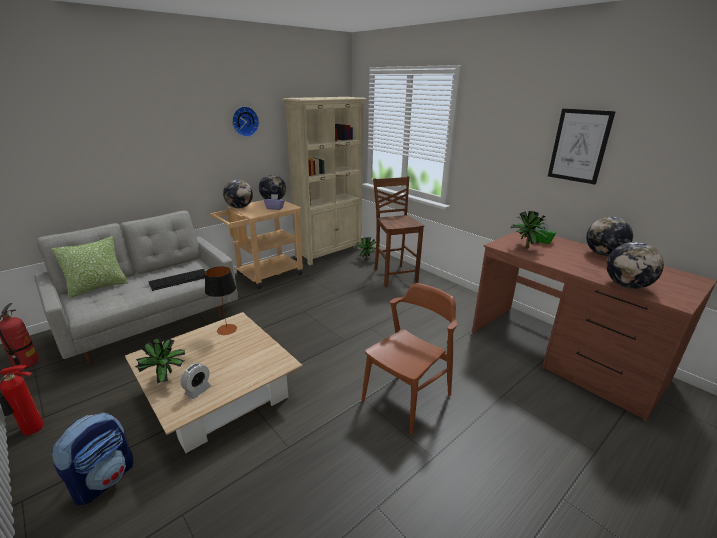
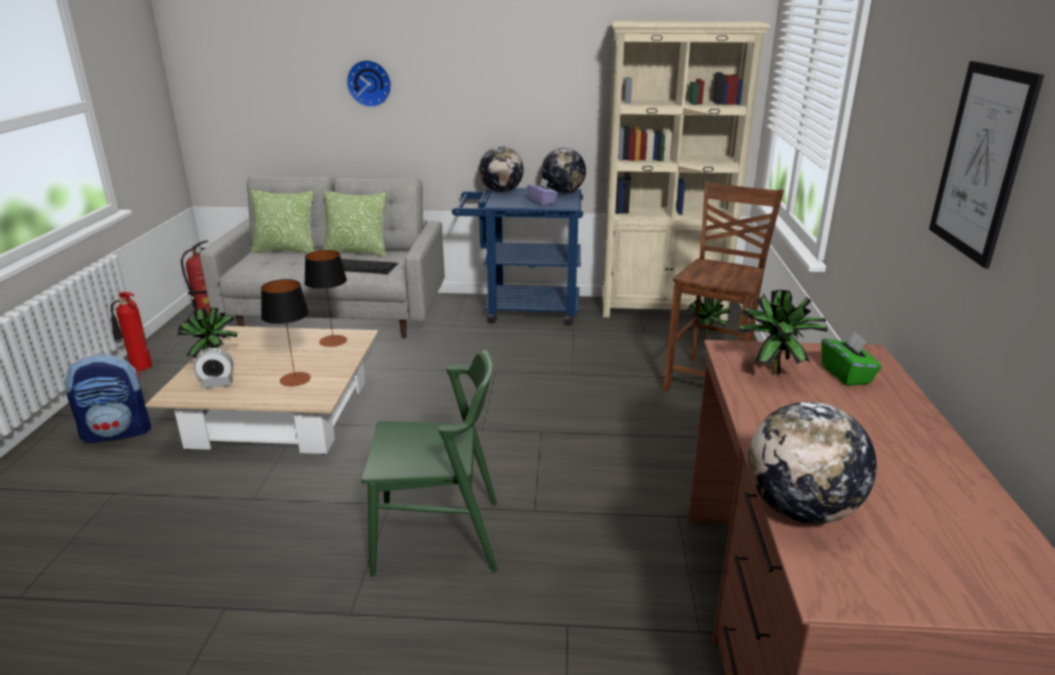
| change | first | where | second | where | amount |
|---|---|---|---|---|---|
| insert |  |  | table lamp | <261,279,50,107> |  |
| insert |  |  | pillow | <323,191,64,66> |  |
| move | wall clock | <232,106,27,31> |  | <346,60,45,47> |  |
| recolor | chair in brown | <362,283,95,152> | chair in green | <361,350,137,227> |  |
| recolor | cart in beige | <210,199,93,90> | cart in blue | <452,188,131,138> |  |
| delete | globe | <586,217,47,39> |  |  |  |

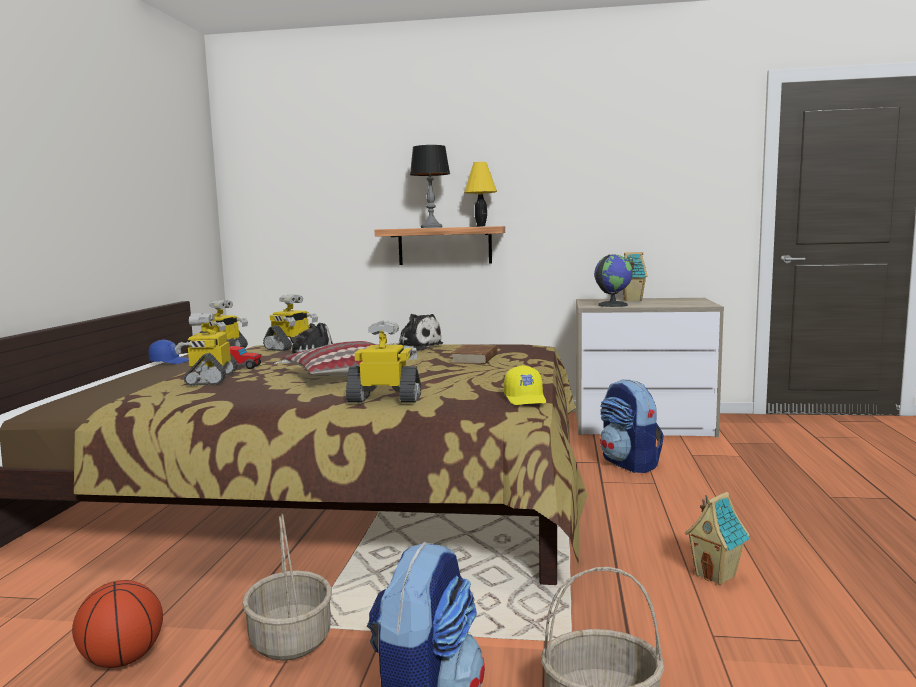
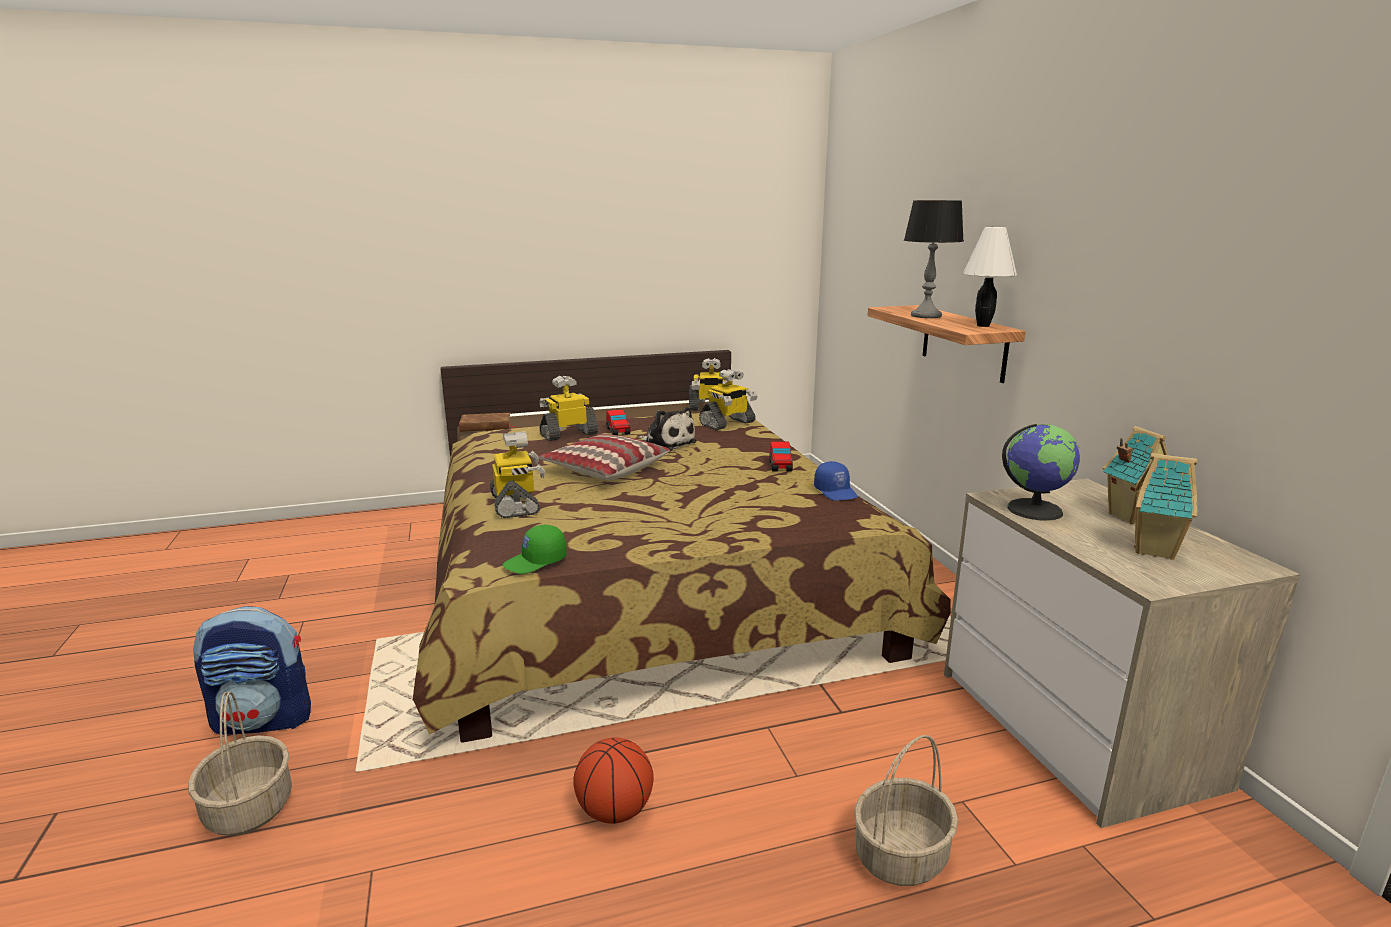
| change | first | where | second | where | amount |
|---|---|---|---|---|---|
| move | book in brown | <450,345,47,19> |  | <459,413,57,19> |  |
| recolor | cap in yellow | <504,365,42,40> | cap in green | <503,525,64,49> |  |
| move | basketball | <72,580,91,88> |  | <573,737,81,87> |  |
| rotate | toy robot | <263,294,55,57> |  | <699,369,59,61> | 45 degrees counterclockwise |
| replace | plush toy | <389,314,54,36> | toy car | <769,441,24,31> |  |
| move | cap in blue | <148,339,41,25> |  | <814,461,44,40> |  |
| move | basket | <242,514,90,147> |  | <854,735,104,151> |  |
| recolor | table lamp in yellow | <464,162,33,65> | table lamp in white | <963,227,54,100> |  |
| move | toy house | <685,492,65,93> |  | <1134,453,63,107> |  |
| delete | backpack | <600,379,64,94> |  |  |  |

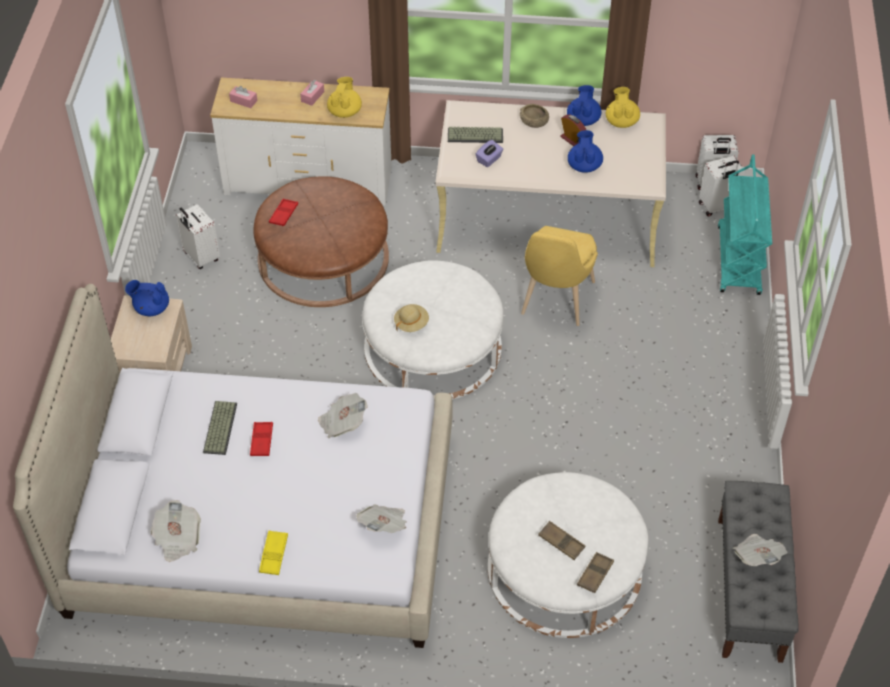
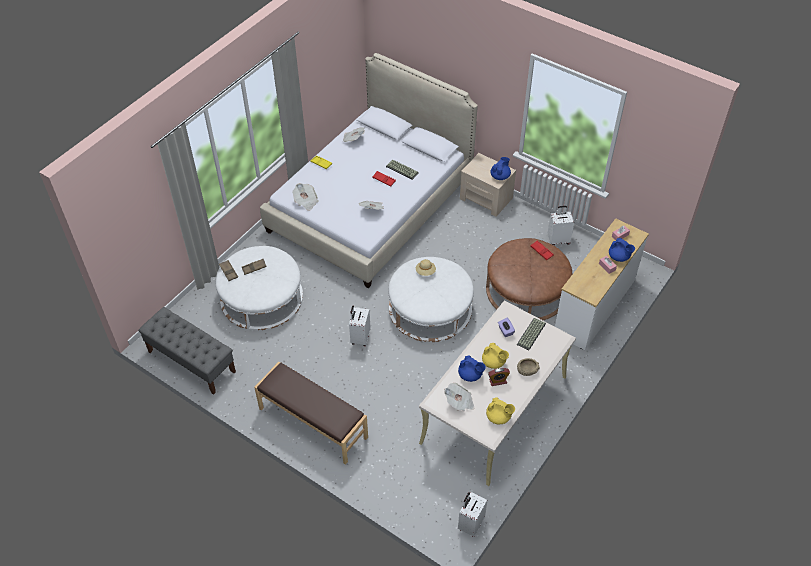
| change | first | where | second | where | amount |
|---|---|---|---|---|---|
| insert |  |  | bench in brown | <254,362,114,103> |  |
| move | suitcase in white | <699,156,47,61> |  | <349,305,21,41> |  |
| move | newspaper | <733,534,54,32> |  | <444,383,31,28> |  |
| move | teapot in yellow | <327,77,35,41> |  | <482,343,27,26> |  |
| move | teapot in blue | <567,85,35,41> |  | <609,238,26,24> |  |
| delete | chair in yellow | <521,226,77,100> |  |  |  |
| delete | cart in turquoise | <718,154,54,141> |  |  |  |

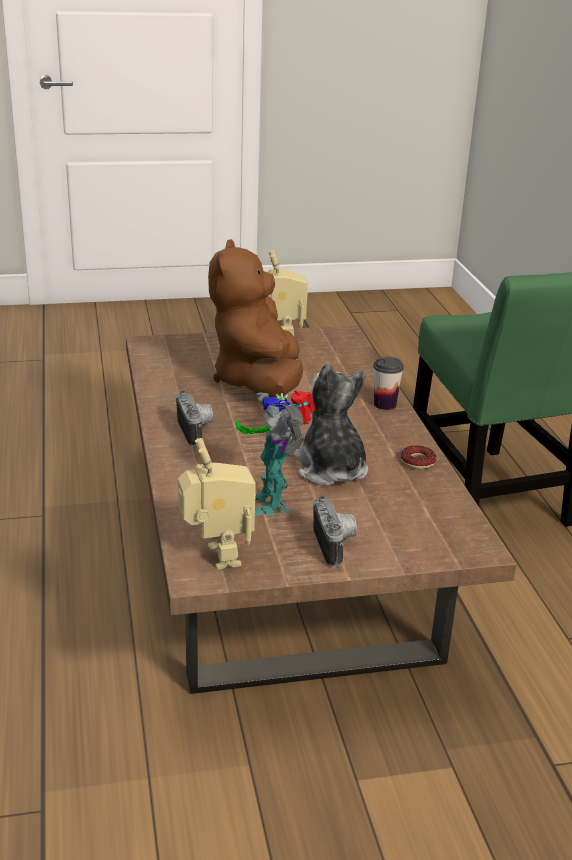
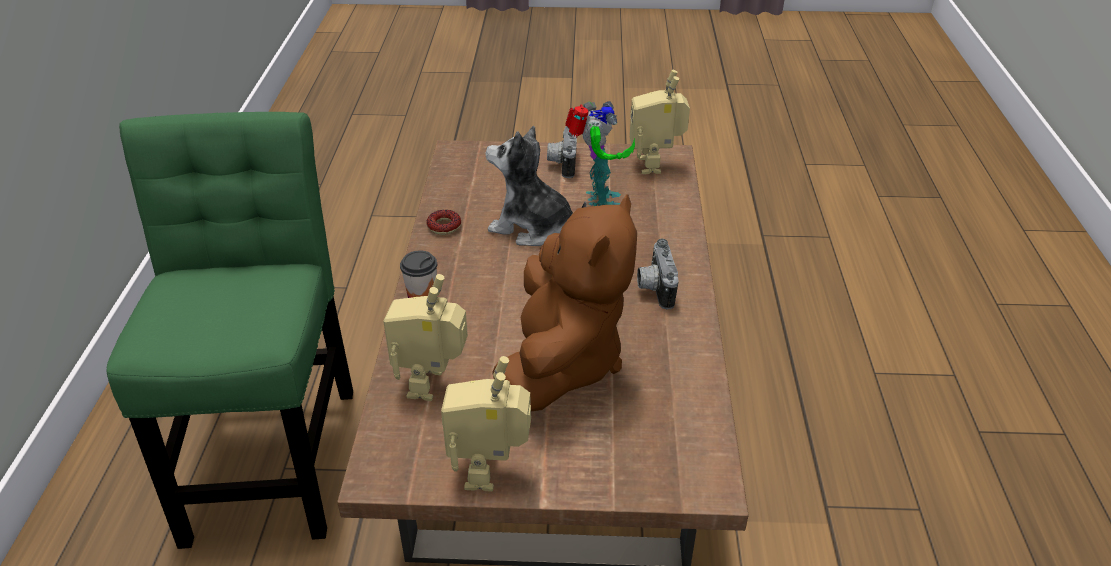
| change | first | where | second | where | amount |
|---|---|---|---|---|---|
| insert |  |  | toy robot | <383,274,85,127> |  |
| rotate | plush toy | <293,362,75,124> |  | <485,126,102,120> | 120 degrees clockwise |

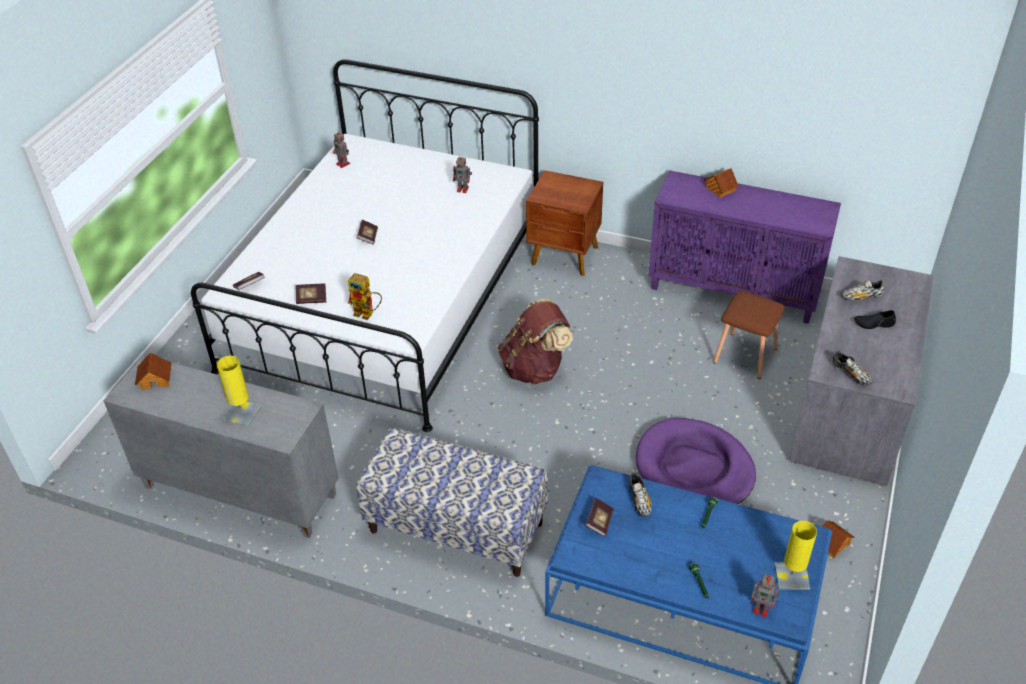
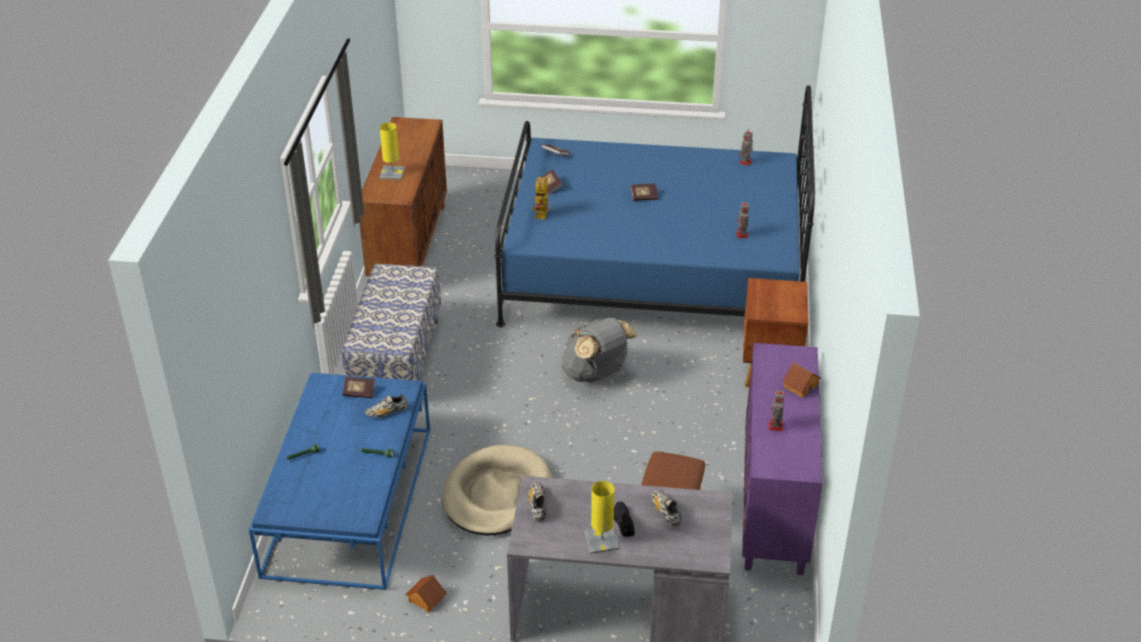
| change | first | where | second | where | amount |
|---|---|---|---|---|---|
| recolor | cabinet in grey | <104,355,235,183> | cabinet in brown | <359,117,88,159> |  |
| recolor | dog bed in purple | <636,418,120,86> | dog bed in beige | <442,445,110,90> |  |
| recolor | bed in white | <191,59,348,373> | bed in blue | <495,85,320,242> |  |
| rotate | shoe | <832,351,40,34> |  | <528,482,19,39> | 135 degrees clockwise |
| recolor | backpack in brown | <498,299,75,86> | backpack in grey | <561,318,76,65> |  |
| move | table lamp in yellow | <775,521,42,69> |  | <585,481,35,73> |  |
| move | toy robot | <751,574,29,43> |  | <768,388,16,43> |  |
| delete | toy house | <135,352,36,38> |  |  |  |

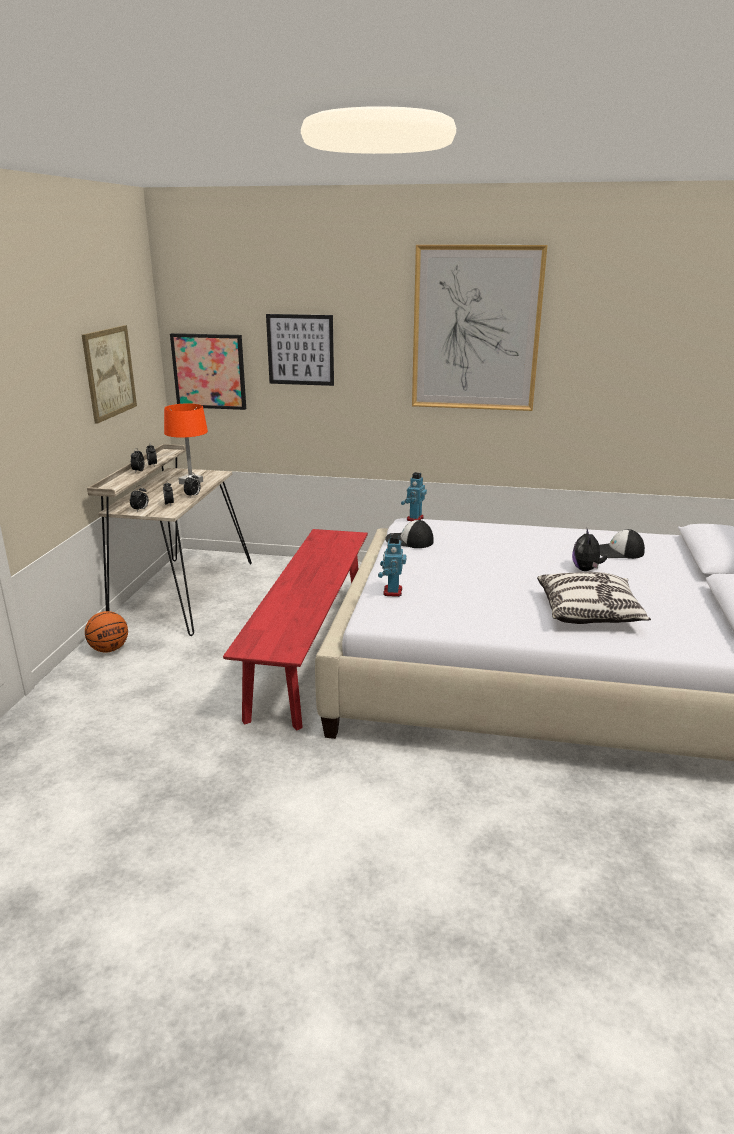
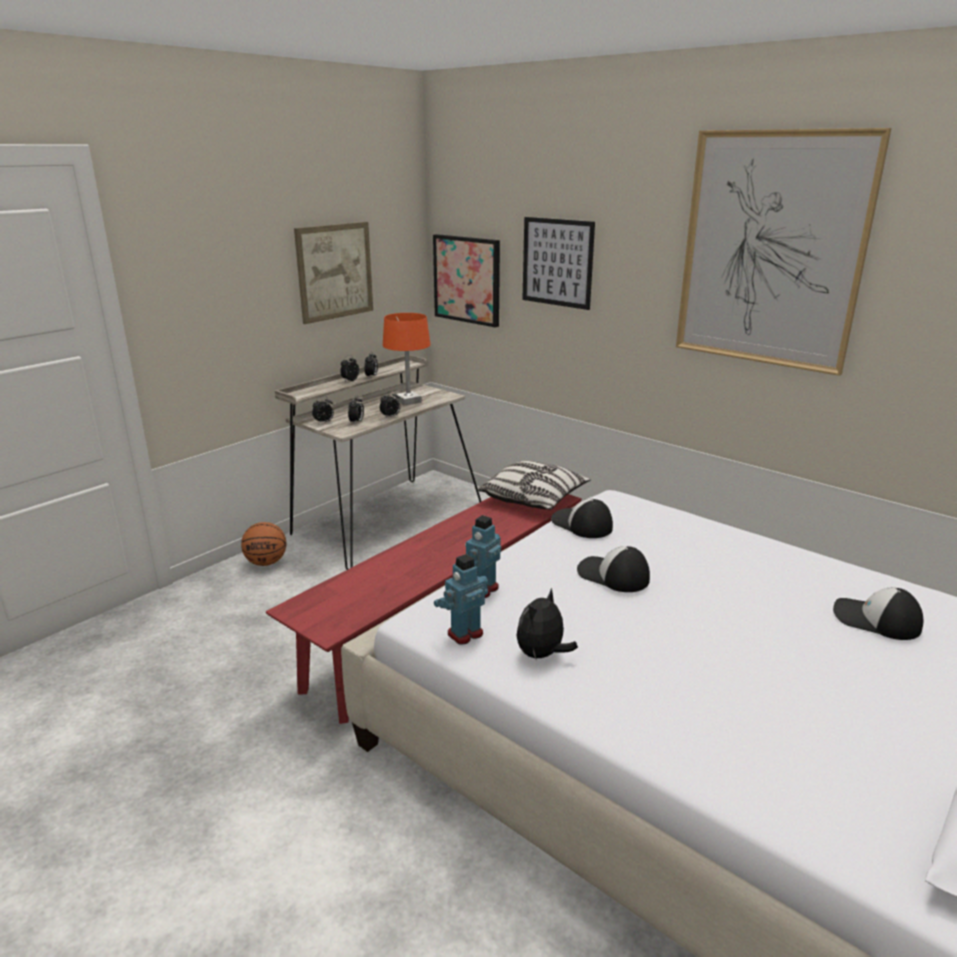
| change | first | where | second | where | amount |
|---|---|---|---|---|---|
| move | toy robot | <401,472,26,49> |  | <434,554,54,91> |  |
| move | pillow | <537,572,114,52> |  | <478,460,113,50> |  |
| move | plush toy | <572,529,35,42> |  | <517,588,61,71> |  |
| insert |  |  | cap | <577,546,73,46> |  |

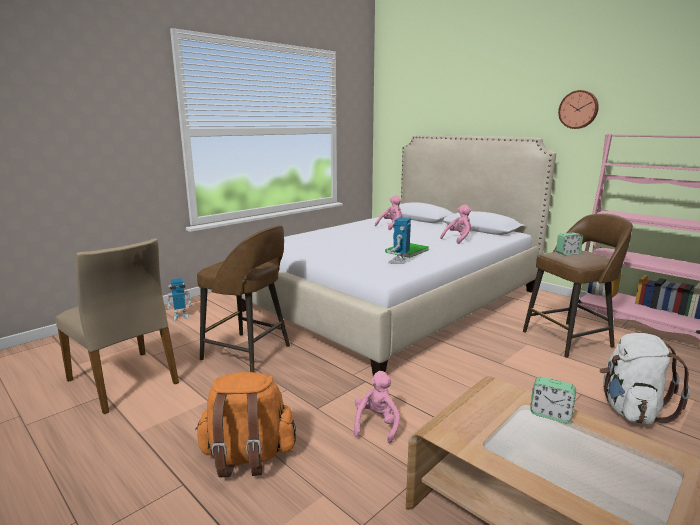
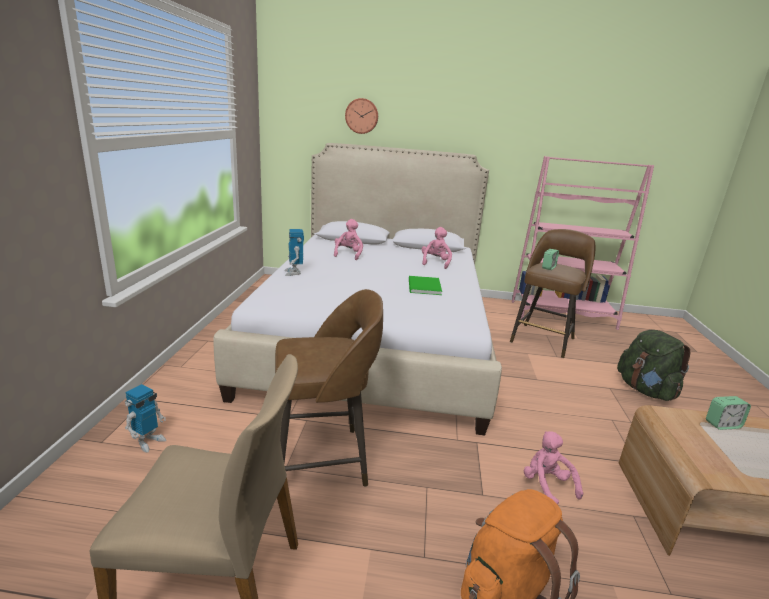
| change | first | where | second | where | amount |
|---|---|---|---|---|---|
| move | toy robot | <388,218,23,46> |  | <284,229,20,47> |  |
| move | wall clock | <558,90,41,39> |  | <345,98,33,36> |  |
| recolor | backpack in white | <599,333,91,91> | backpack in green | <617,330,74,71> |  |

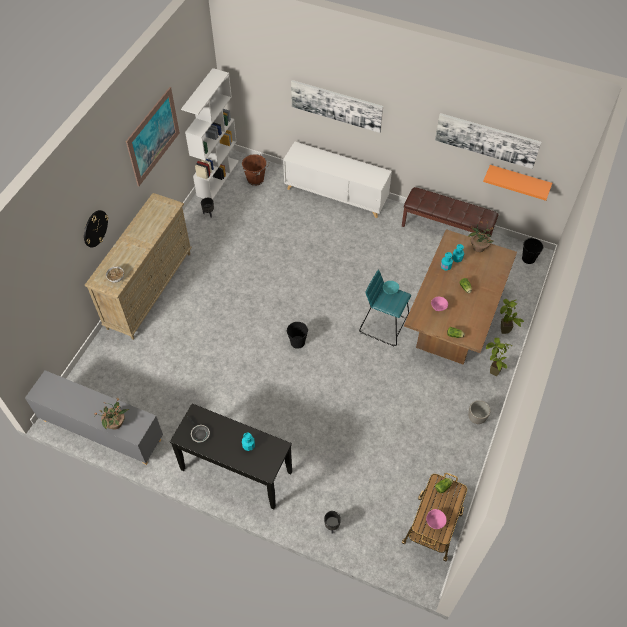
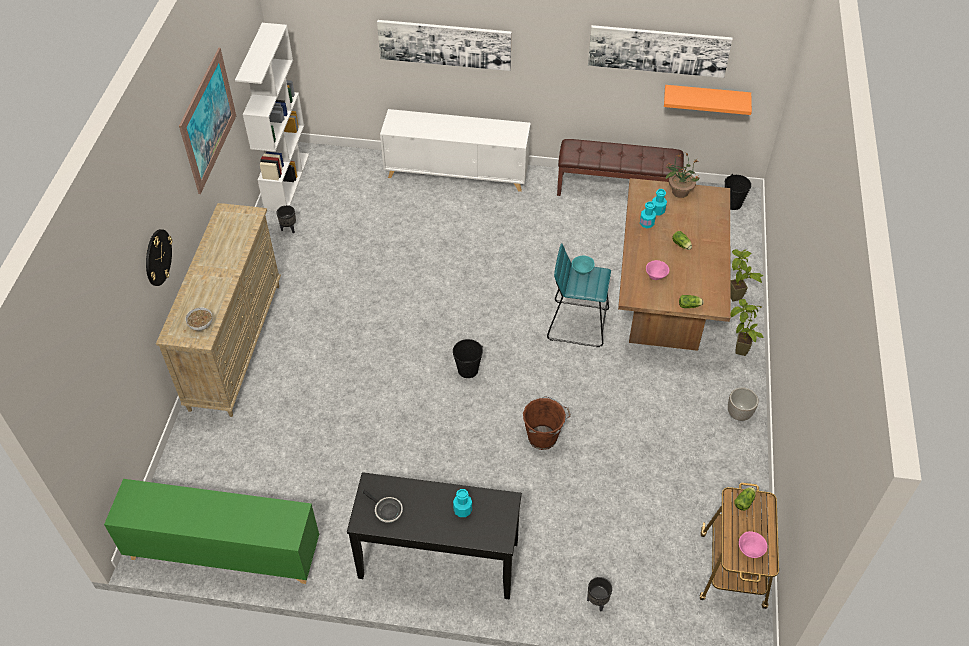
| change | first | where | second | where | amount |
|---|---|---|---|---|---|
| recolor | cabinet in grey | <25,370,138,95> | cabinet in green | <104,479,215,105> |  |
| move | bucket in brown | <242,154,27,32> |  | <523,396,48,54> |  |
| delete | potted plant | <94,398,35,32> |  |  |  |

